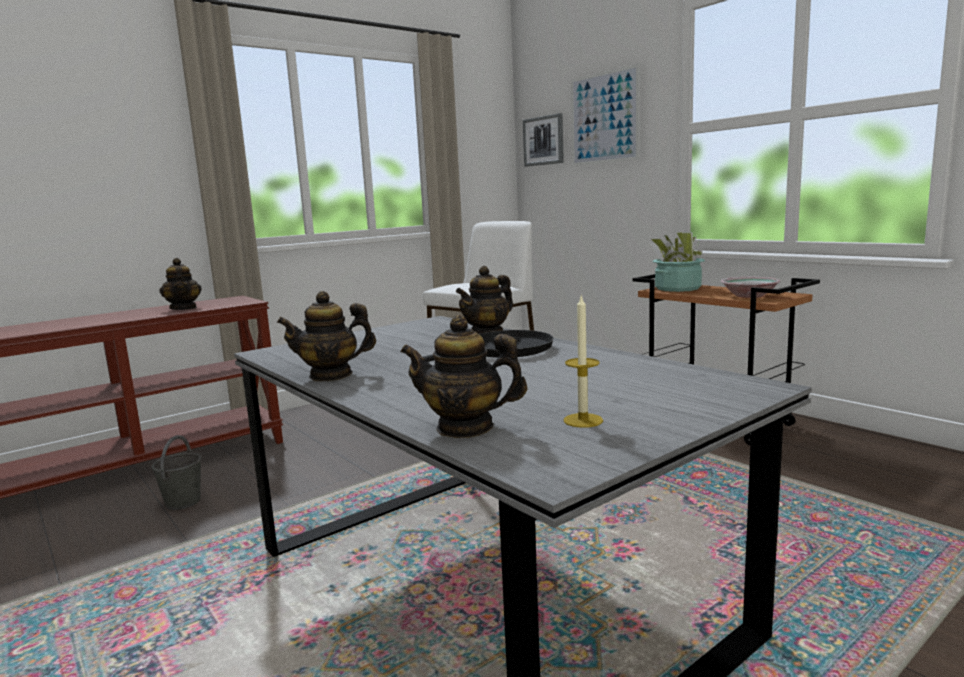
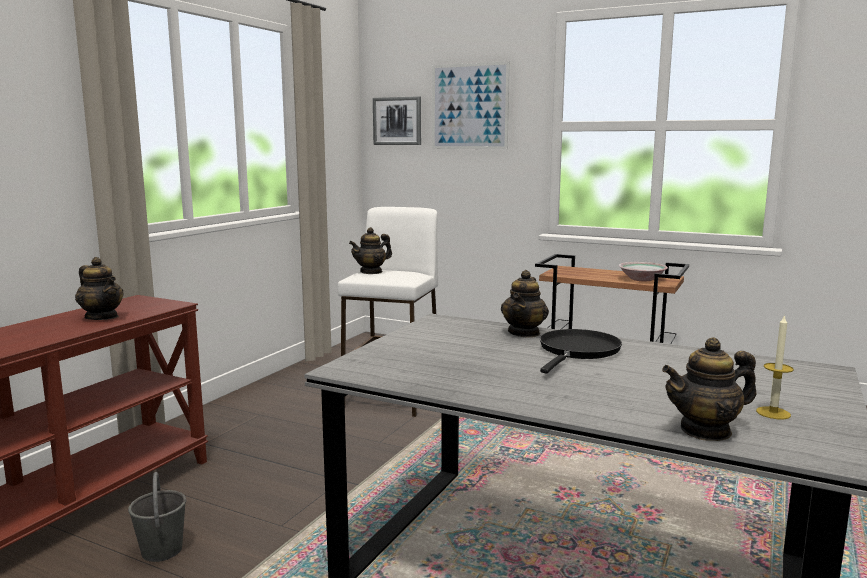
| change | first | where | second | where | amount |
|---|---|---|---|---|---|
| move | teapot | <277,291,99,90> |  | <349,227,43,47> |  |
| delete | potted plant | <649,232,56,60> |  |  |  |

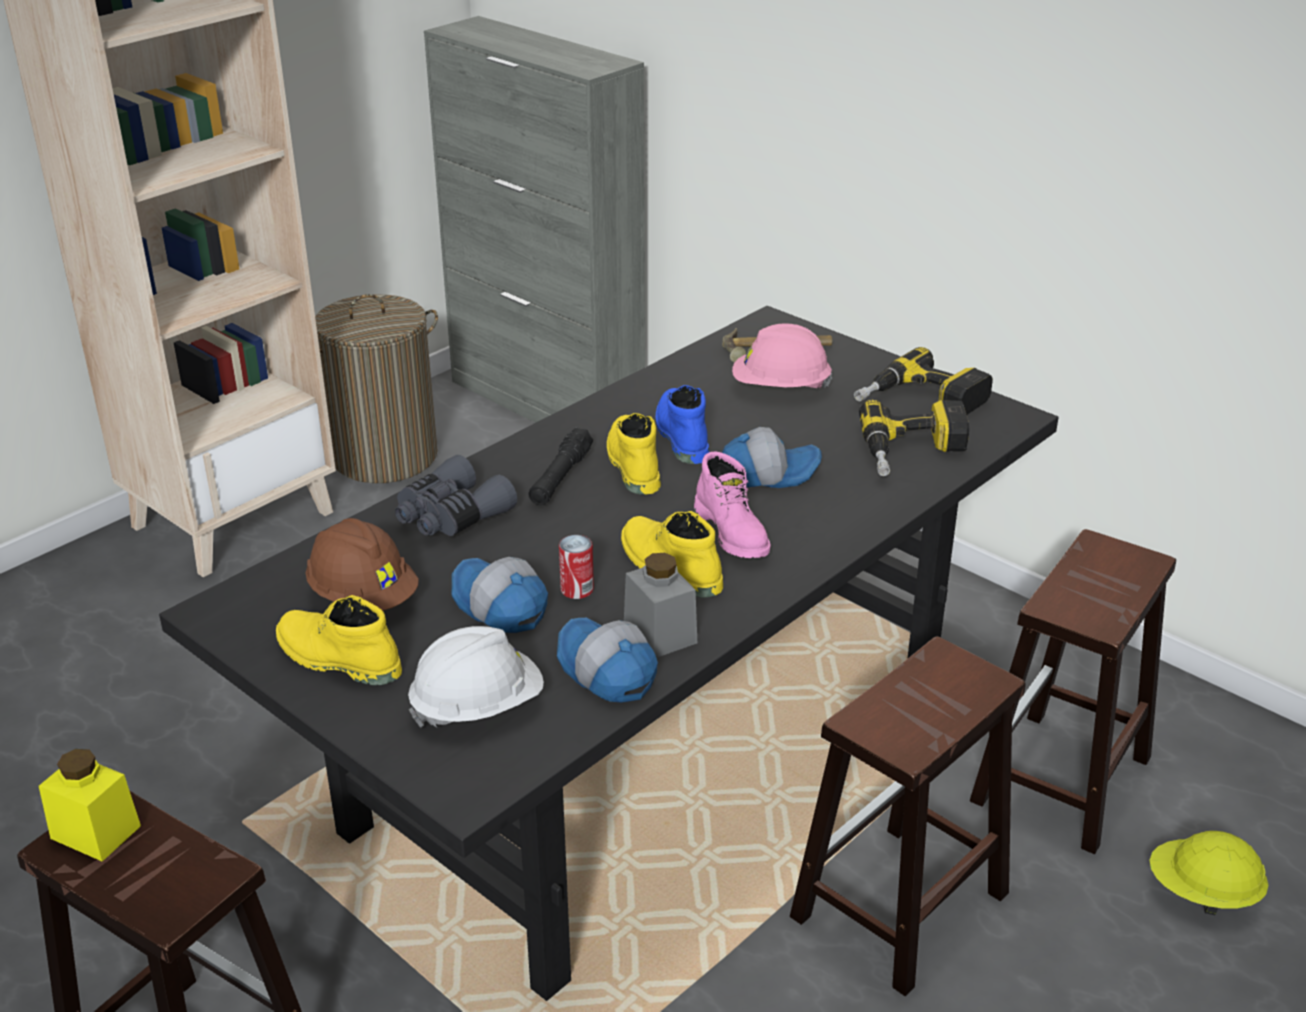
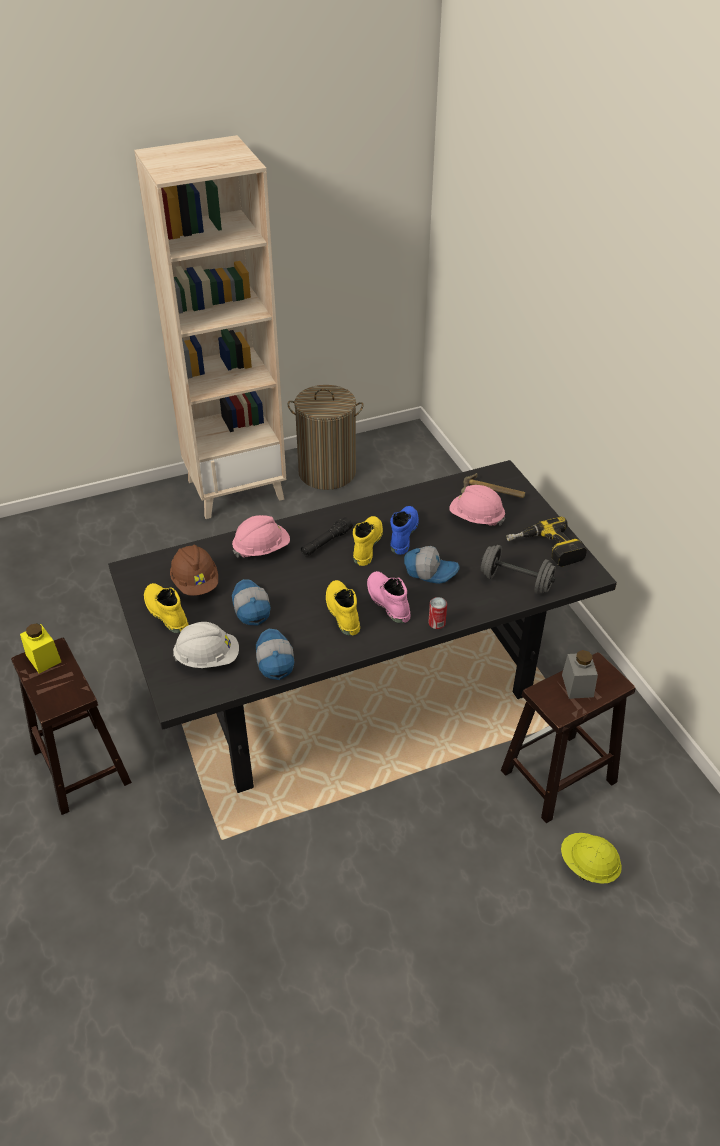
| change | first | where | second | where | amount |
|---|---|---|---|---|---|
| replace | binoculars in grey | <395,455,122,81> | hard hat in pink | <232,515,58,43> |  |
| rotate | boot in pink | <694,452,77,106> |  | <367,571,44,52> | 150 degrees clockwise |
| move | can | <559,535,35,64> |  | <428,597,19,32> |  |
| replace | power drill | <859,400,110,76> | dumbbell in grey | <481,545,75,49> |  |
| move | jar in grey | <624,553,73,105> |  | <562,650,36,49> |  |
| delete | cabinet in grey | <424,16,221,407> |  |  |  |
| delete | stool in brown | <790,636,236,360> |  |  |  |

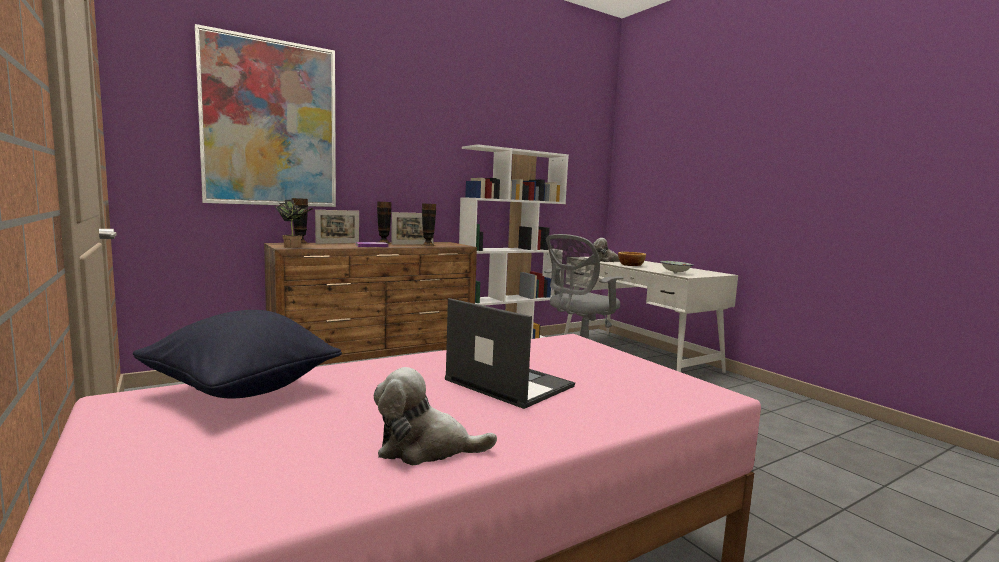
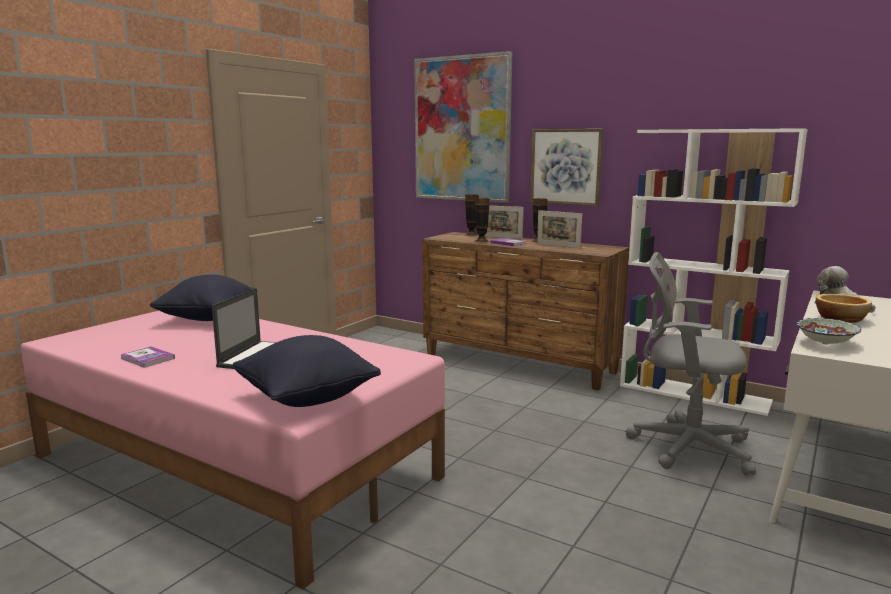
| change | first | where | second | where | amount |
|---|---|---|---|---|---|
| replace | plush toy | <374,367,123,98> | book | <120,346,55,22> |  |
| insert |  |  | pillow in black | <233,335,148,72> |  |
| move | vase | <420,204,16,43> |  | <474,198,16,45> |  |
| insert |  |  | picture | <530,129,73,77> |  |
| delete | potted plant | <275,199,39,49> |  |  |  |

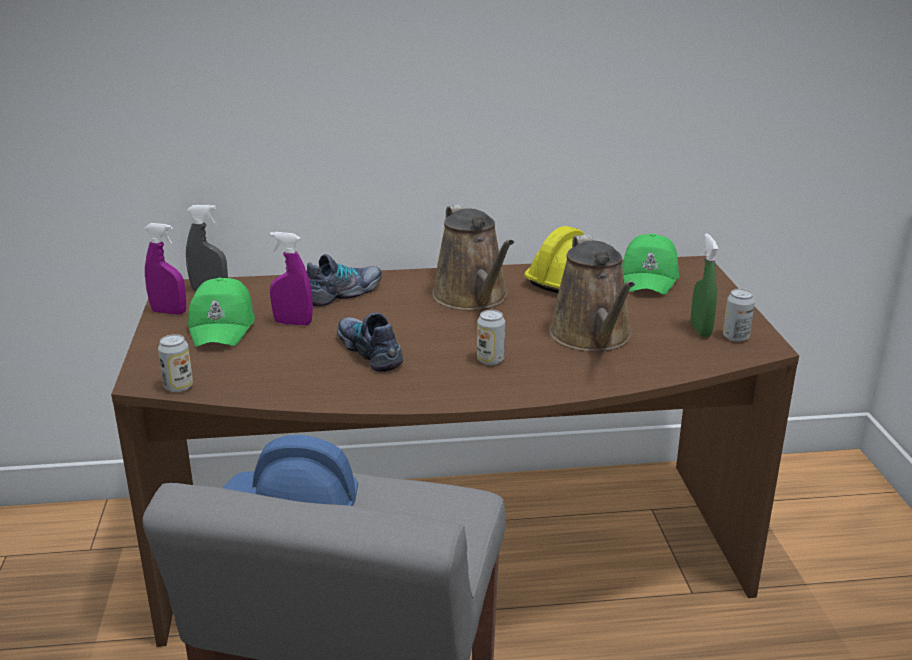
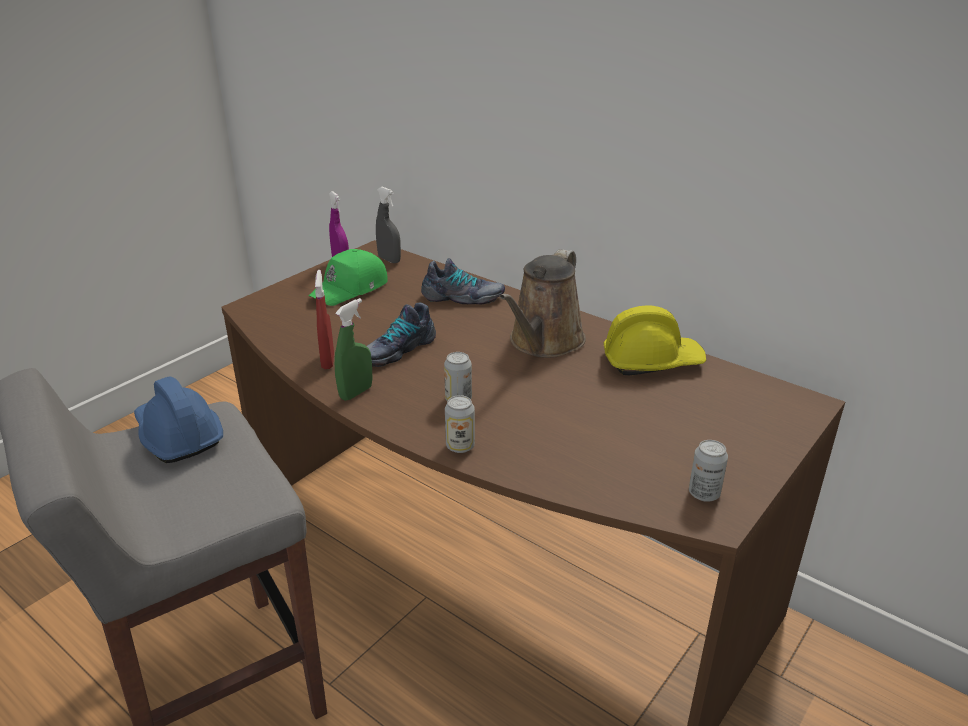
| change | first | where | second | where | amount |
|---|---|---|---|---|---|
| insert |  |  | spray bottle in red | <315,270,19,99> |  |
| move | spray bottle in green | <691,233,27,104> |  | <335,298,37,103> |  |
| rotate | shoe | <337,313,66,59> |  | <367,303,69,64> | 150 degrees counterclockwise |
| move | can | <158,334,35,58> |  | <445,395,30,58> |  |
| delete | spray bottle in purple | <270,232,43,94> |  |  |  |
| delete | watering can in brown | <549,234,86,118> |  |  |  |
| delete | cap in green | <622,233,57,62> |  |  |  |

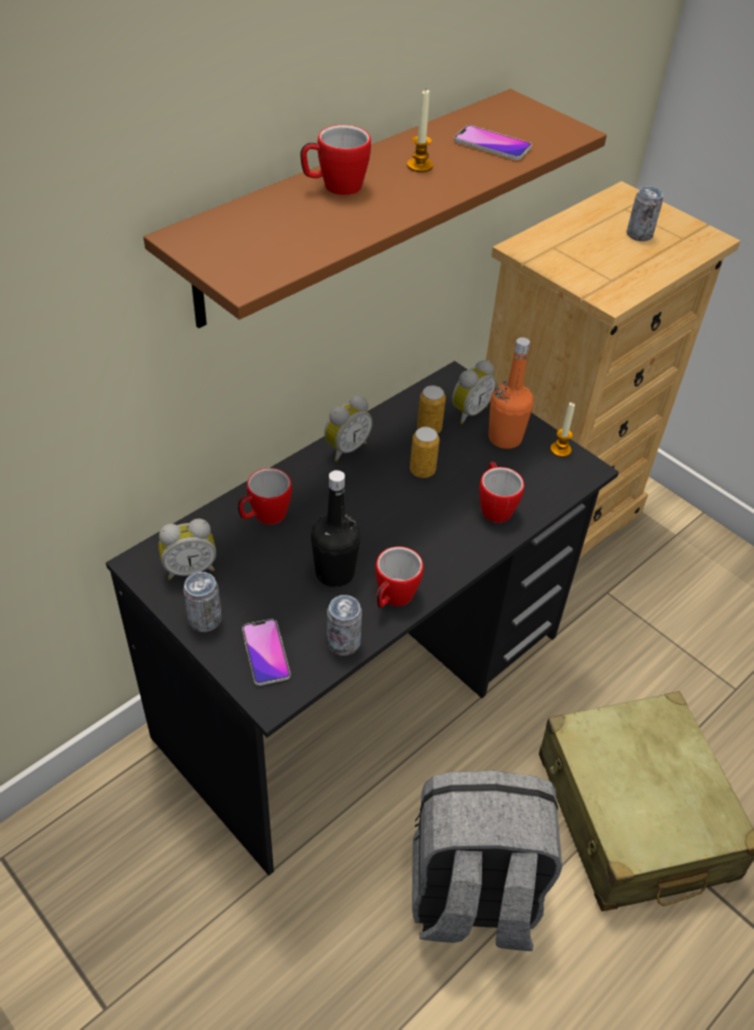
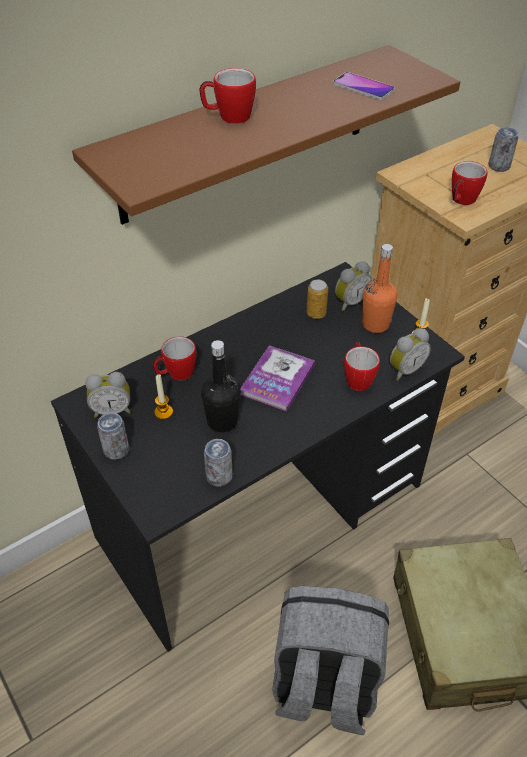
| change | first | where | second | where | amount |
|---|---|---|---|---|---|
| move | candle | <407,90,26,82> |  | <154,374,19,45> |  |
| insert |  |  | book | <240,345,75,67> |  |
| move | alarm clock | <324,396,49,65> |  | <390,328,41,53> |  |
| move | mug | <375,546,49,62> |  | <452,161,35,44> |  |
| delete | phone | <242,619,48,67> |  |  |  |
| delete | can | <410,427,30,51> |  |  |  |

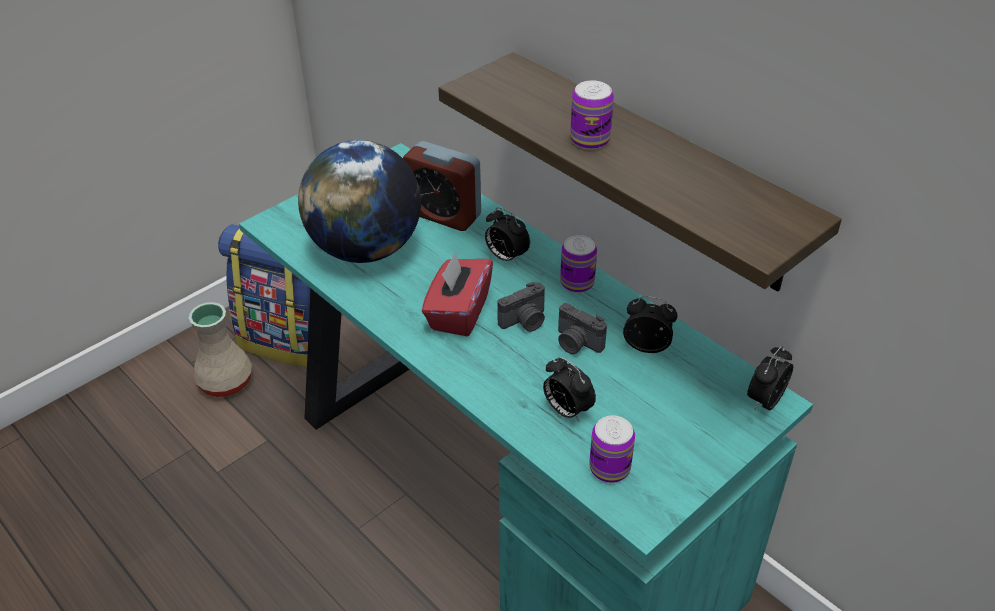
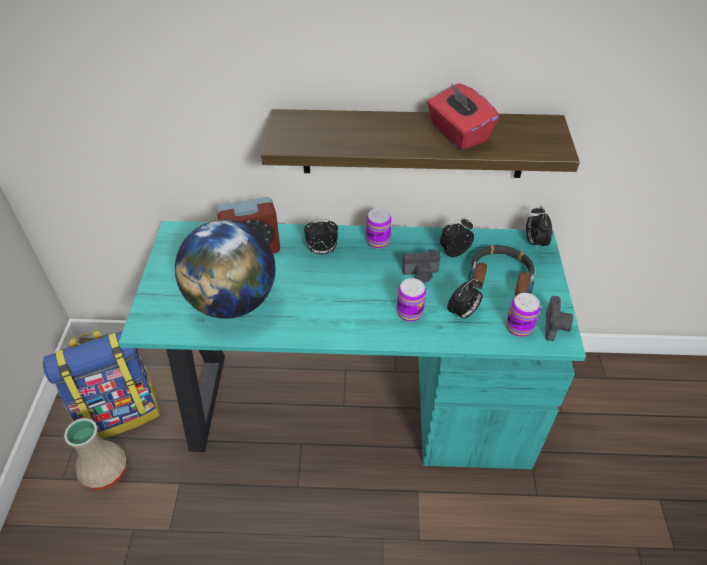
| change | first | where | second | where | amount |
|---|---|---|---|---|---|
| move | can | <570,80,44,70> |  | <397,278,29,44> |  |
| move | tissue box in red | <422,253,71,84> |  | <427,83,72,67> |  |
| rotate | alarm clock | <543,357,53,65> |  | <447,278,36,43> | 45 degrees counterclockwise |
| insert |  |  | headphones | <468,245,67,51> |  |
| move | photo camera | <498,282,47,50> |  | <545,296,28,45> |  |

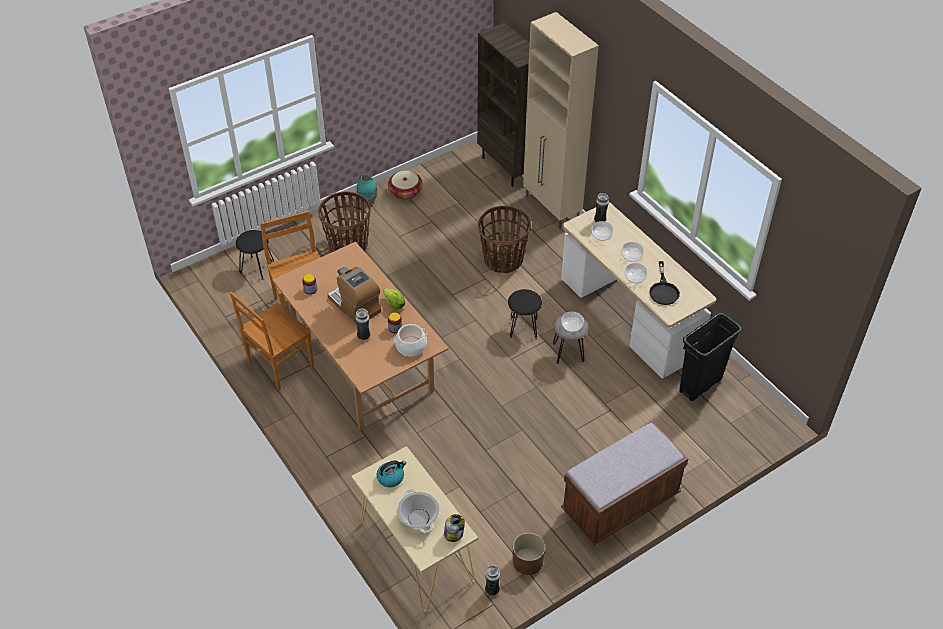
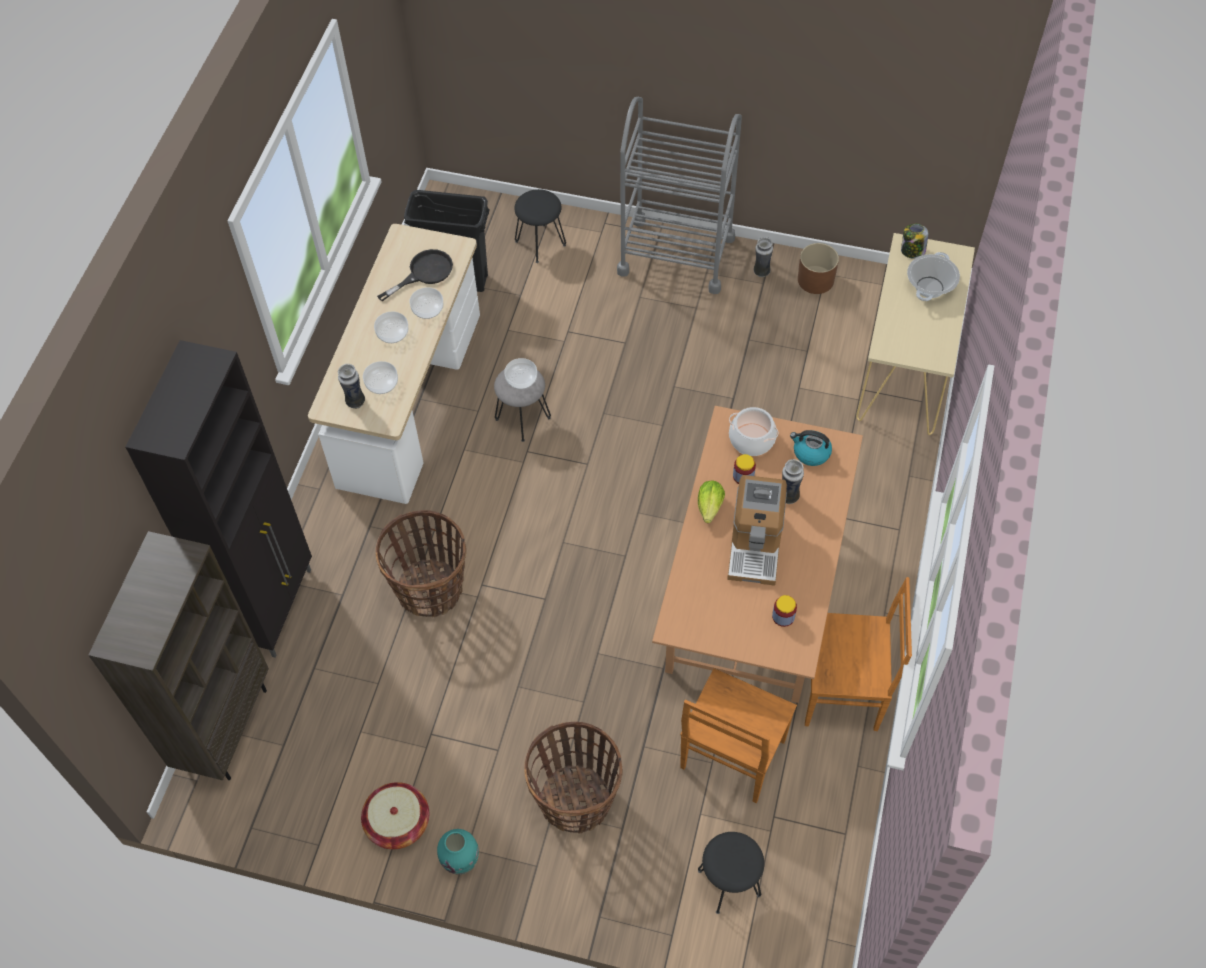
| change | first | where | second | where | amount |
|---|---|---|---|---|---|
| recolor | cabinet in beige | <523,12,76,217> | cabinet in black | <126,340,186,317> |  |
| move | stool in black | <508,289,34,50> |  | <514,189,52,74> |  |
| replace | bench in brown | <561,422,128,123> | cart in grey | <617,97,125,197> |  |
| move | vase | <485,565,15,31> |  | <754,237,19,40> |  |
| move | kettle | <377,460,29,27> |  | <790,430,42,36> |  |

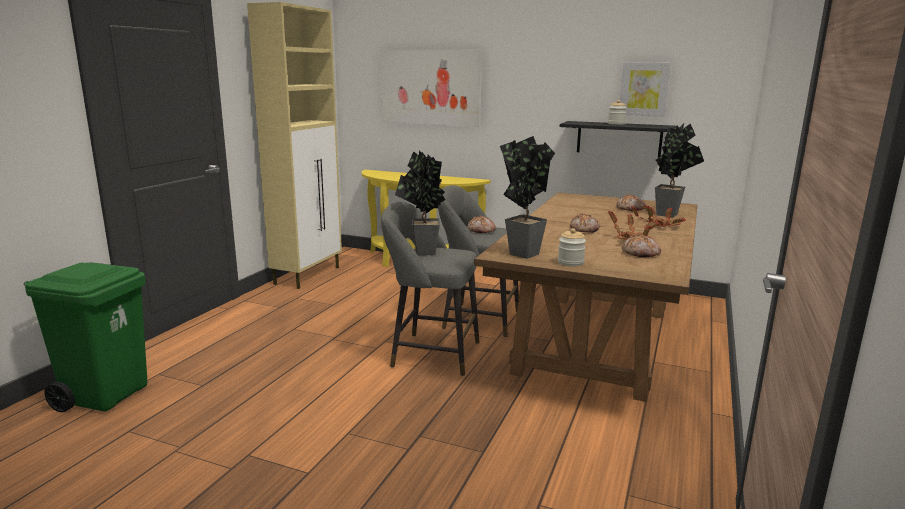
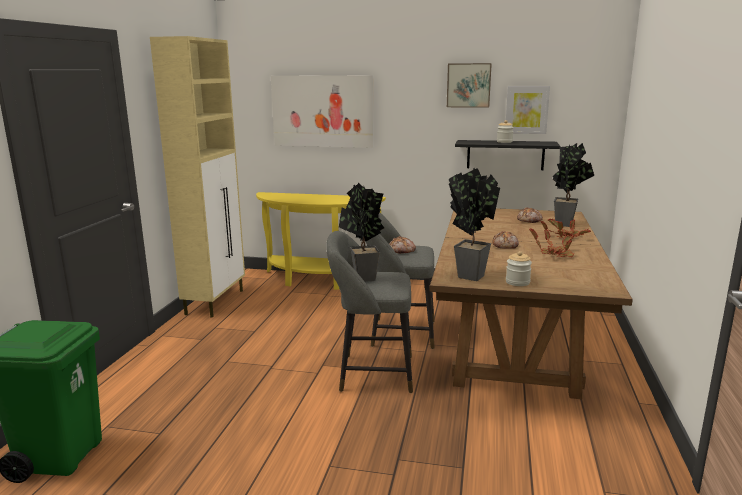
| change | first | where | second | where | amount |
|---|---|---|---|---|---|
| insert |  |  | picture | <447,63,45,45> |  |
| delete | bread | <622,234,39,24> |  |  |  |

